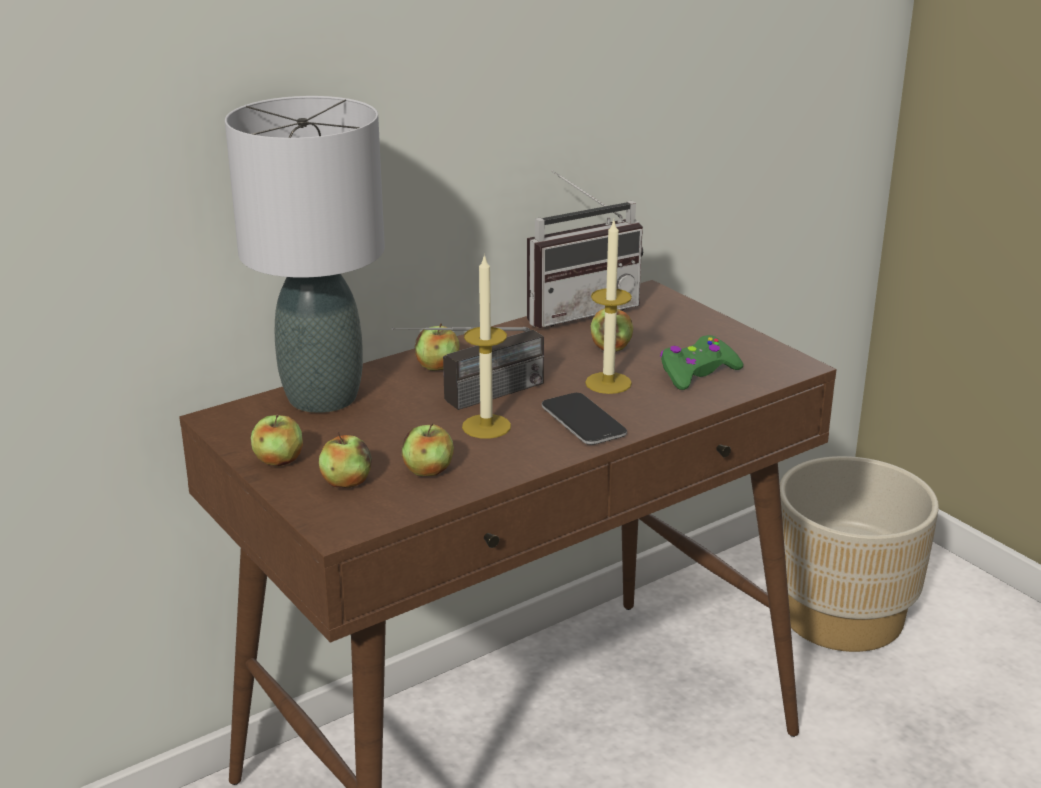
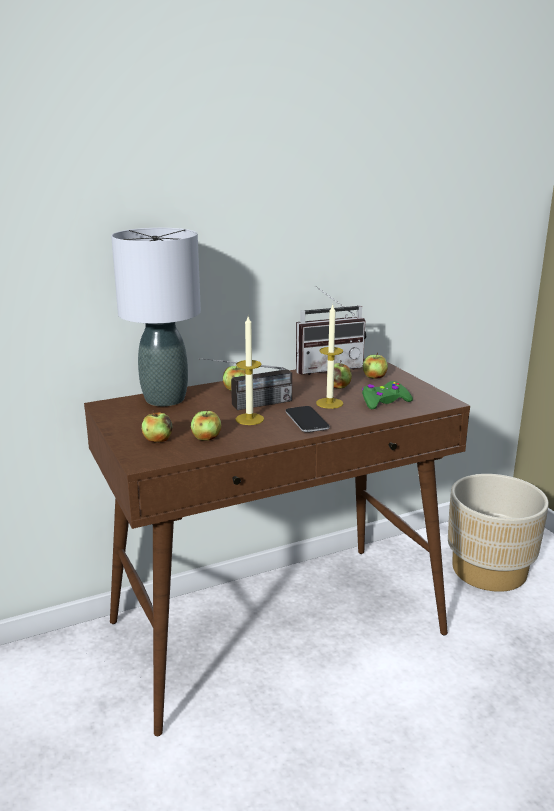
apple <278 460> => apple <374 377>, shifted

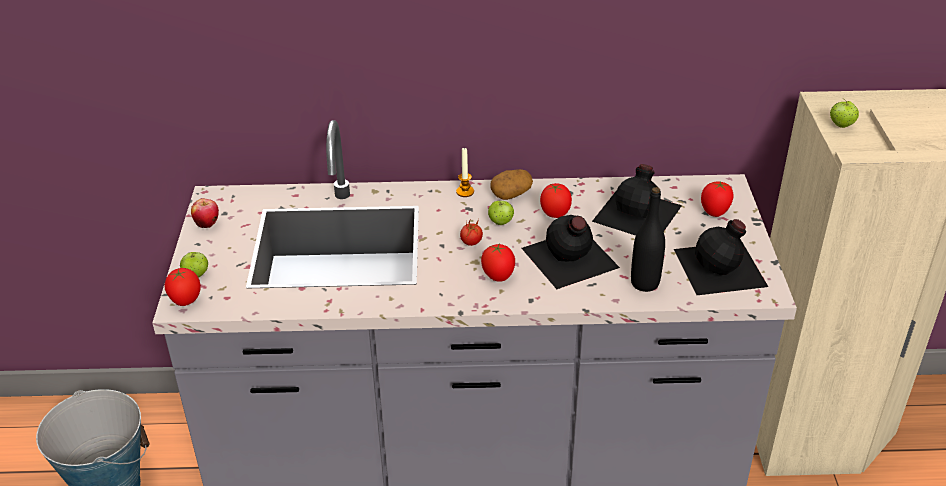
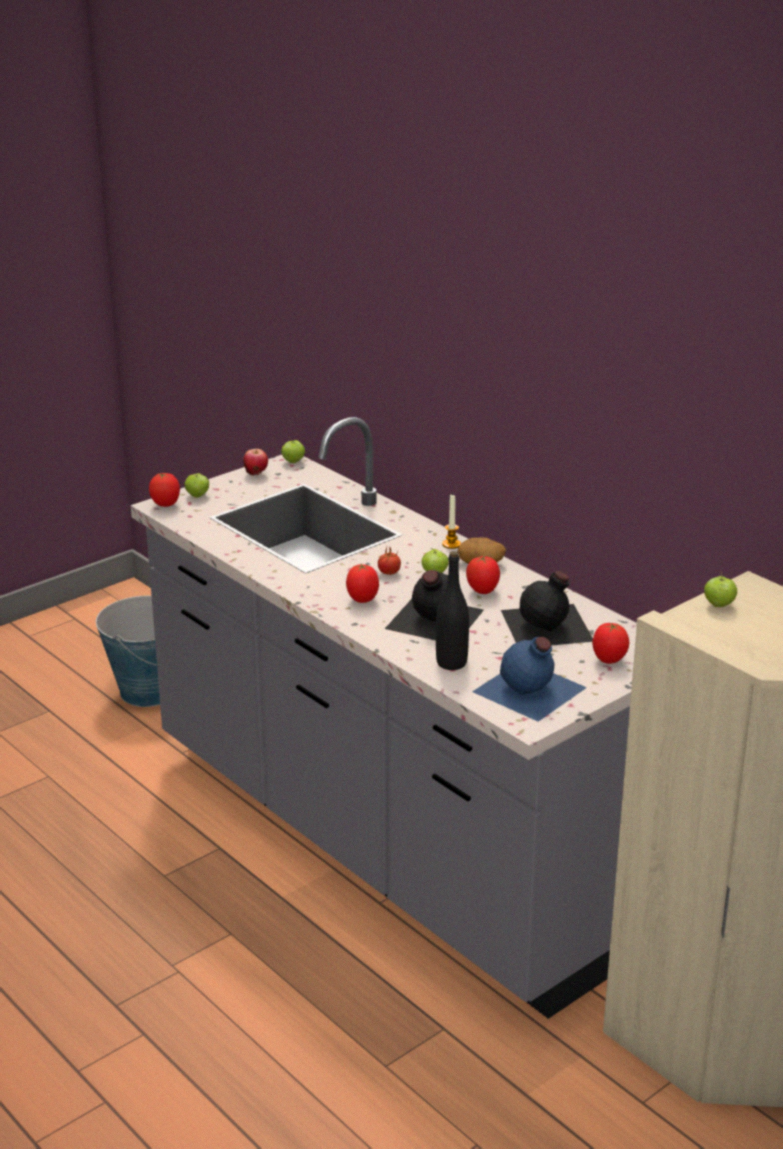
black bottle <721 268> => blue bottle <529 690>
nothing => apple <293 462>

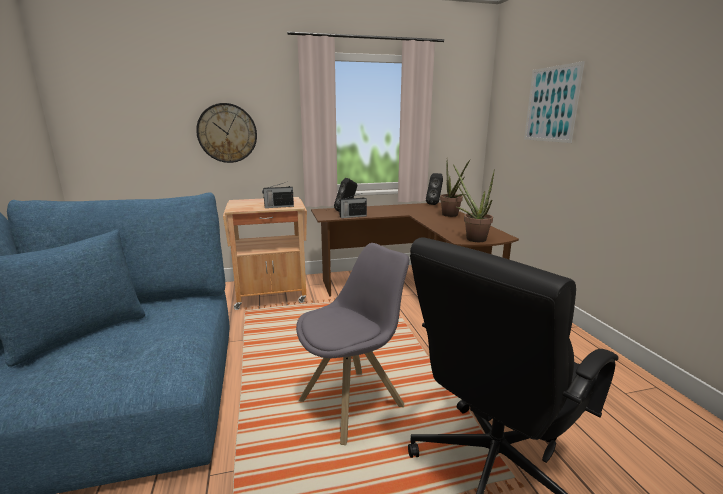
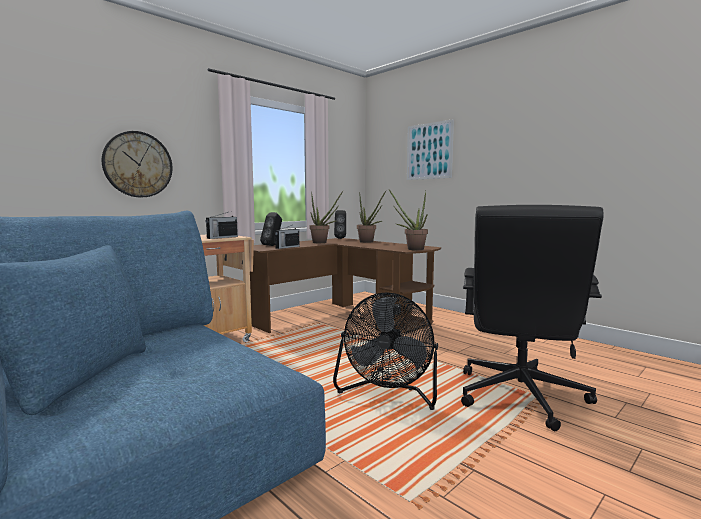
grey chair <352 403> => black fan <386 392>
nothing => potted plant <322 242>

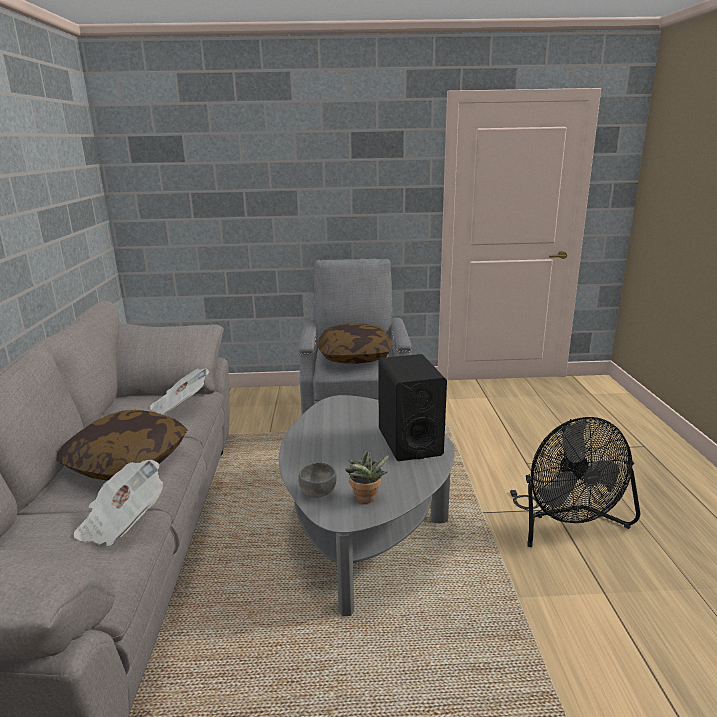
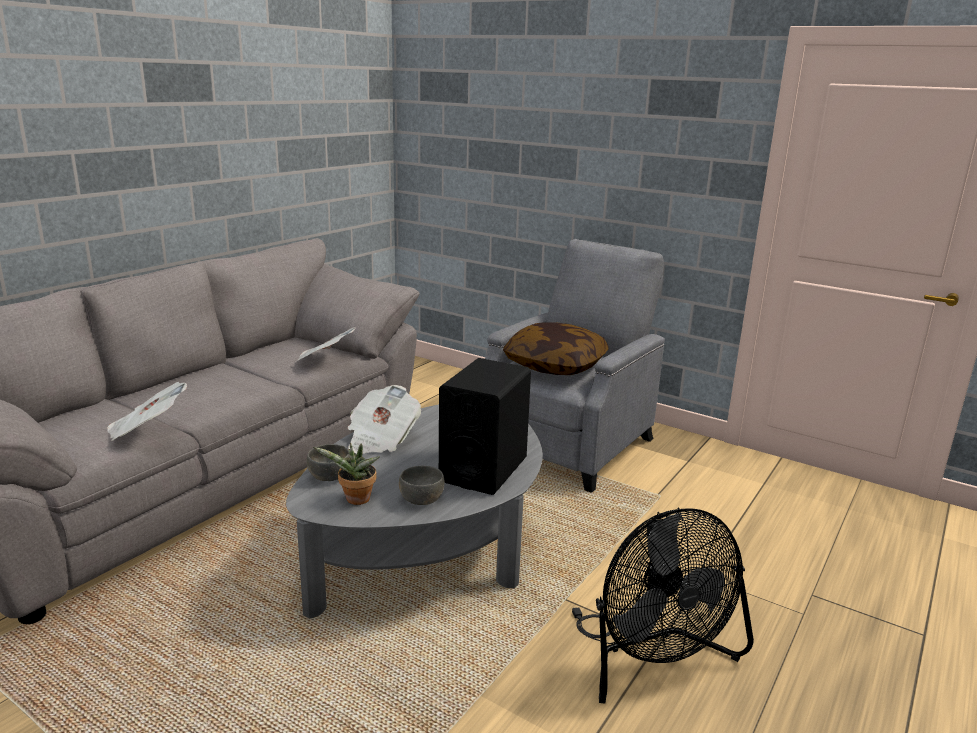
pillow <127 461> => nothing
black fan <563 523> => black fan <647 658>, 45 degrees counterclockwise
nothing => newspaper <381 439>
nothing => grey bowl <421 499>

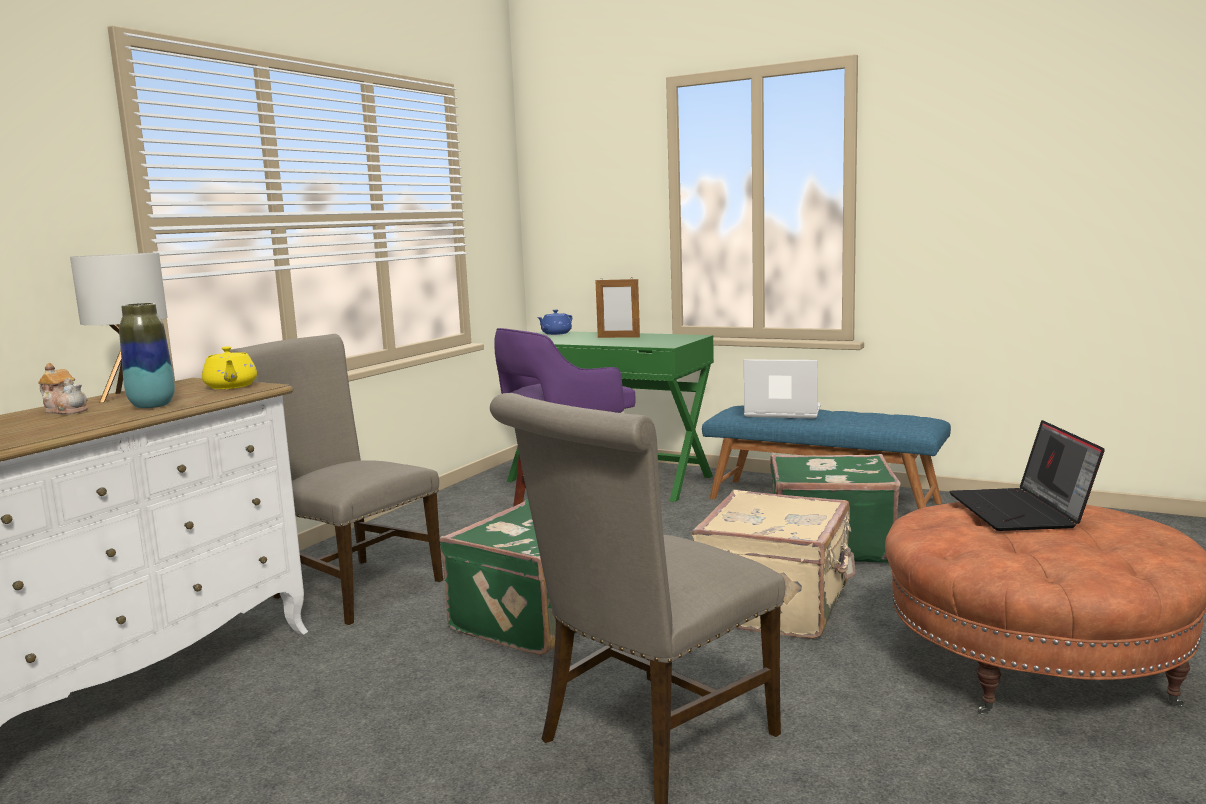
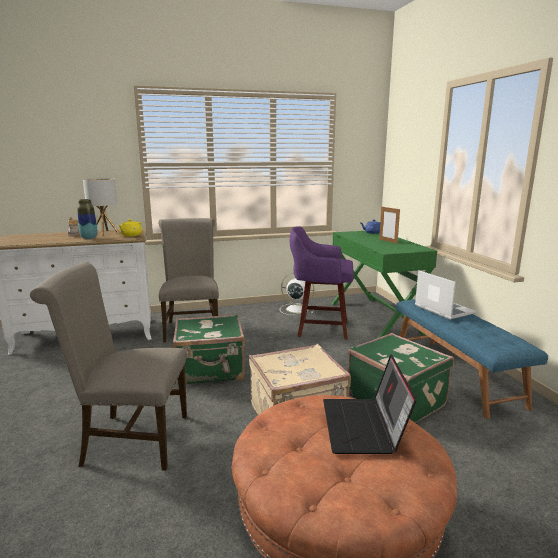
laptop <1022 511> => laptop <364 427>, 45 degrees counterclockwise
nothing => white fan <296 309>

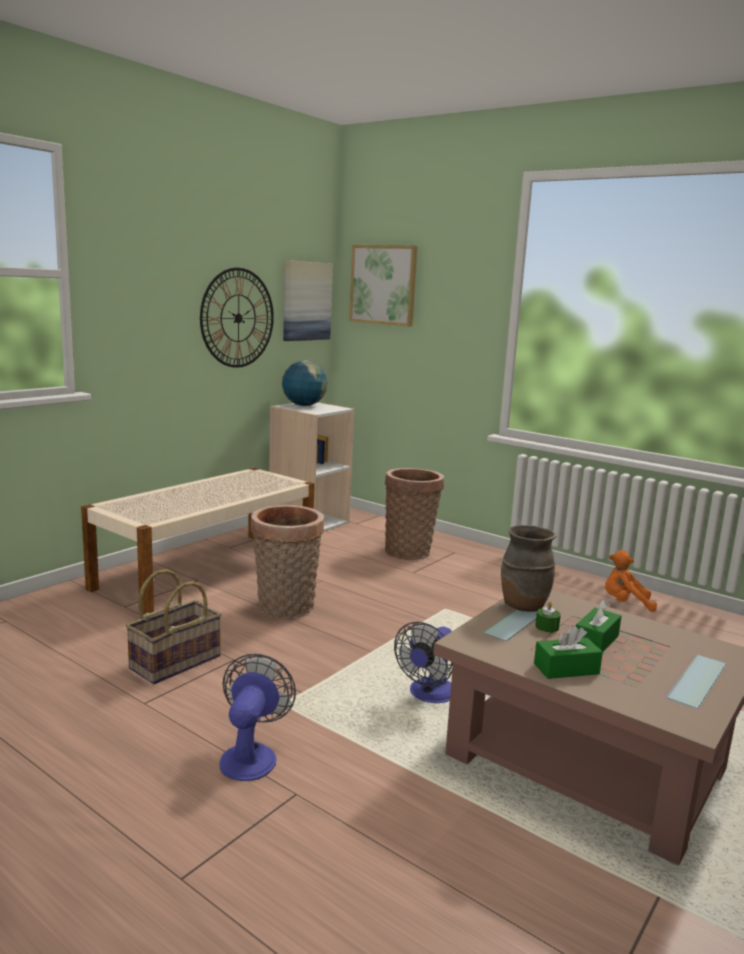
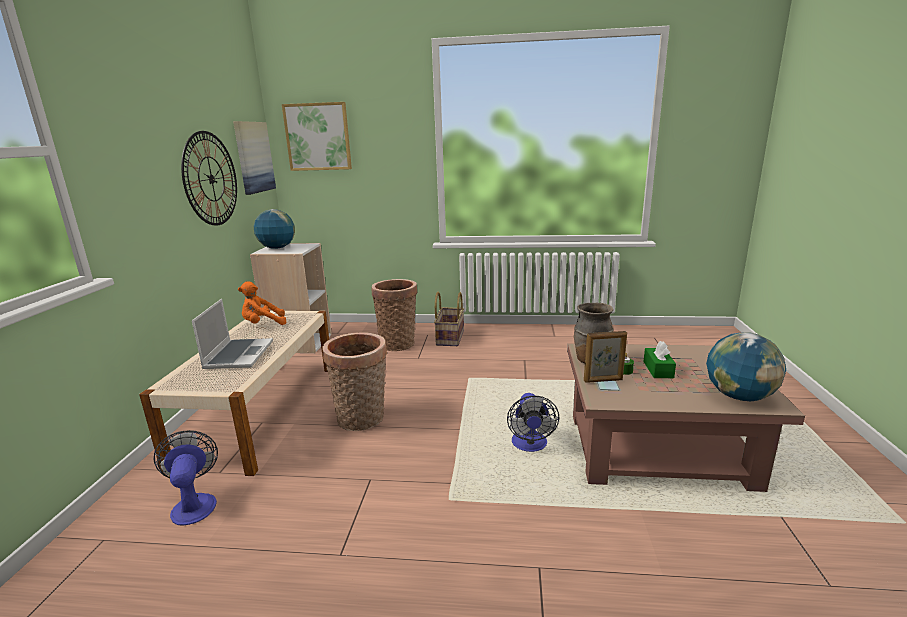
orange plush toy <625 604> => orange plush toy <263 324>, shifted
basket <175 661> => basket <449 337>, shifted
green tissue box <566 669> => nothing
fan <251 755> => fan <194 503>, shifted
nothing => laptop <238 355>
nothing => picture frame <603 380>
nothing => globe <739 396>

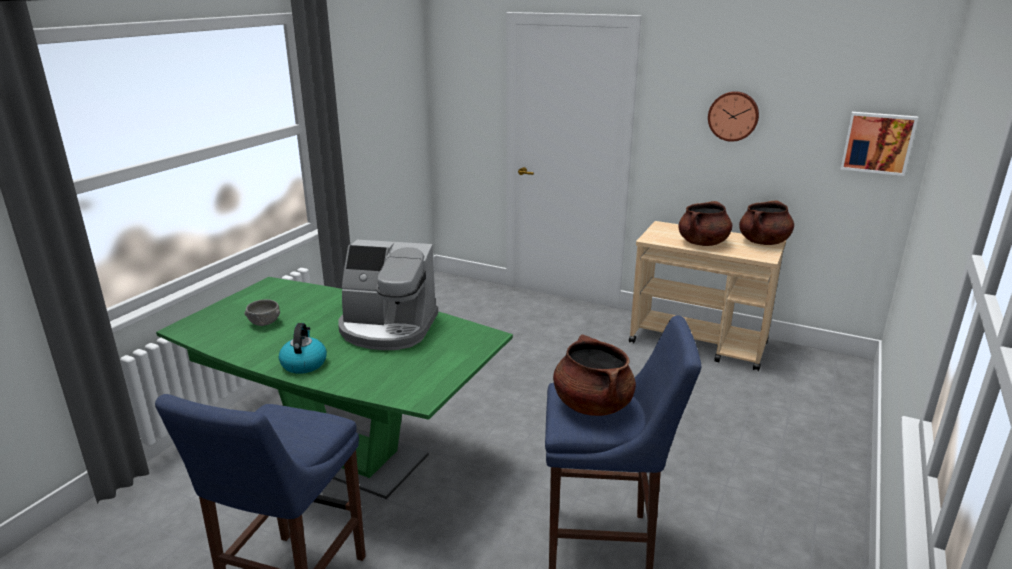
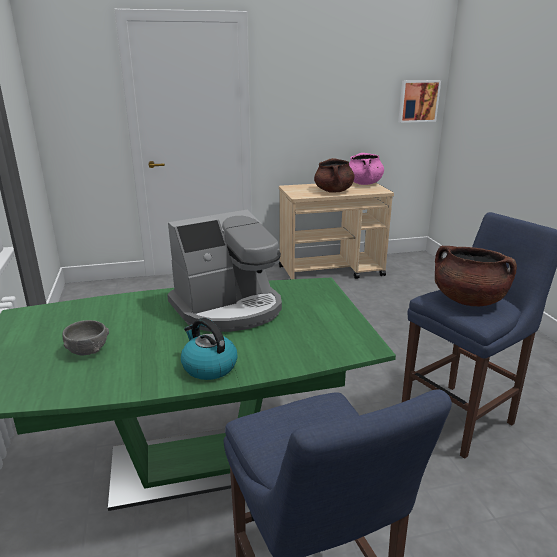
wall clock <733 116> => nothing
brown cooking pot <763 242> => pink cooking pot <364 183>

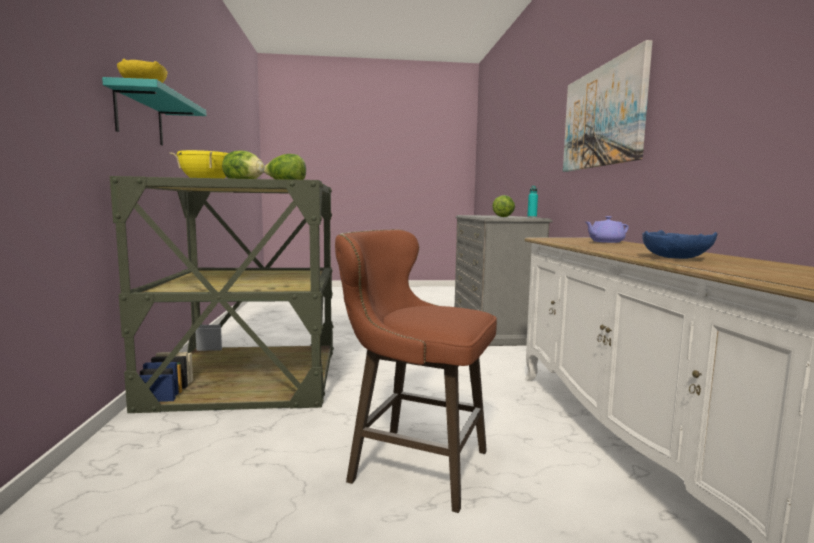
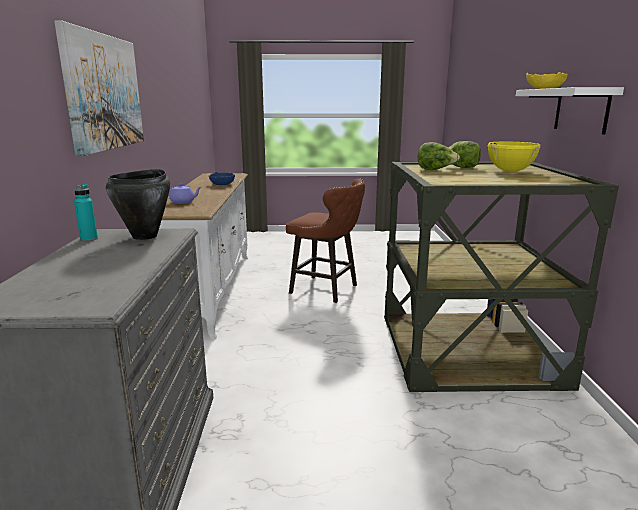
turquoise shelf <139 117> => white shelf <581 110>
lettuce <503 217> => black cooking pot <145 236>

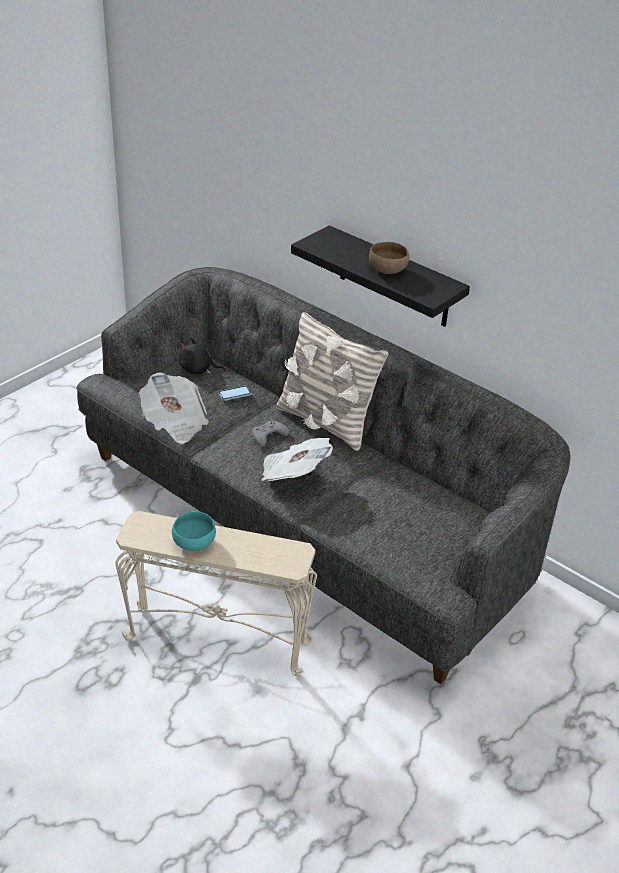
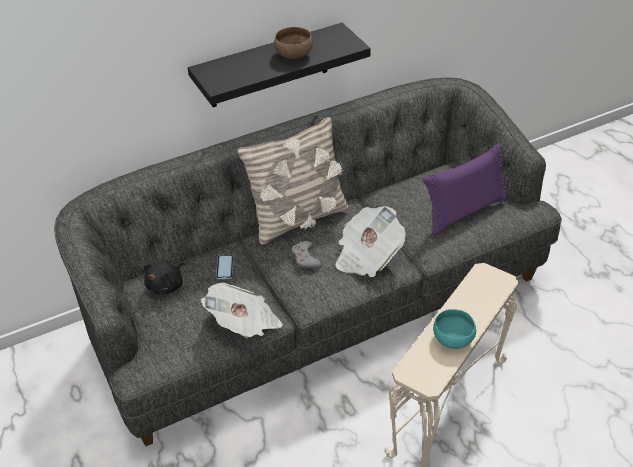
nothing => purple pillow <464 212>

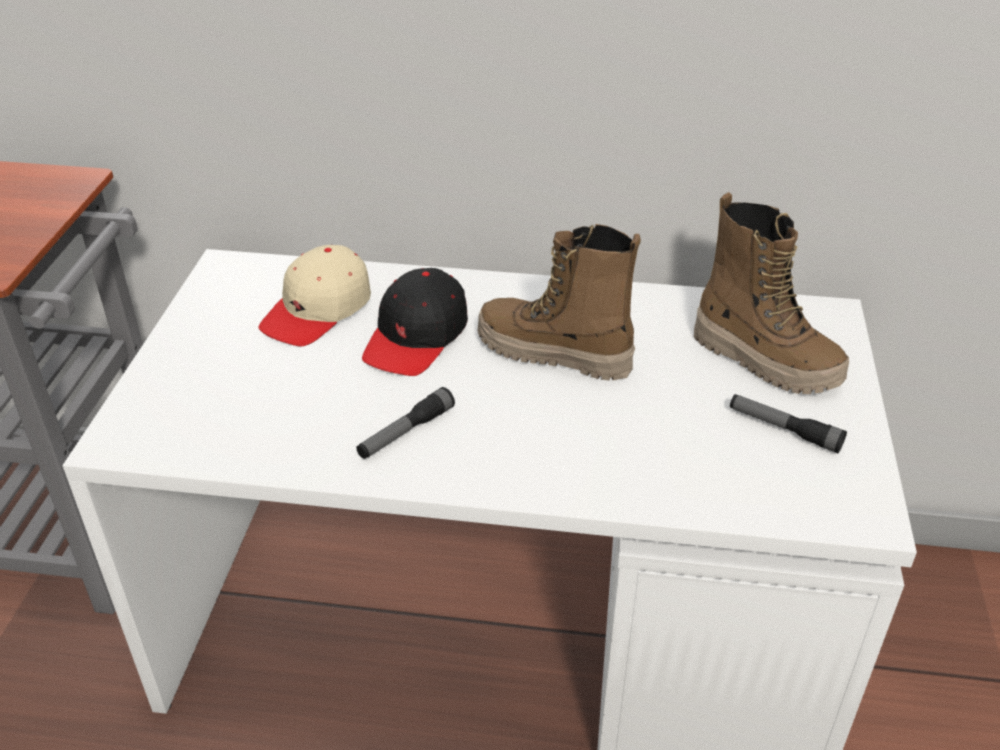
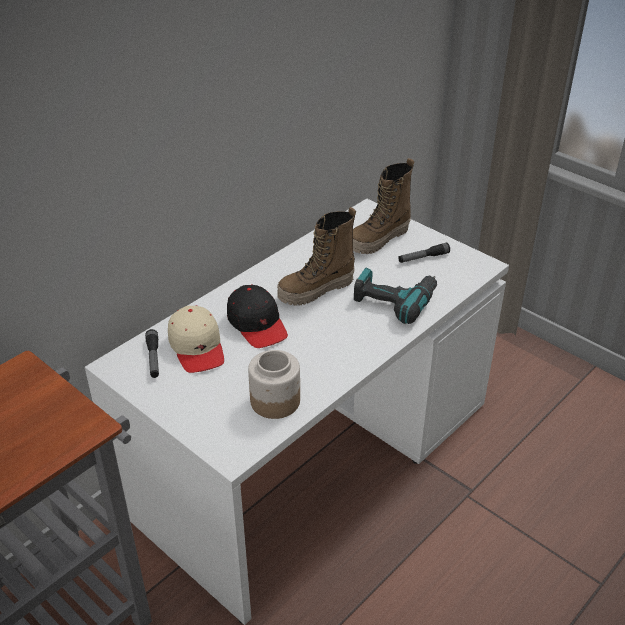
boot <765 360> => boot <379 240>, 150 degrees clockwise
flashlight <406 432> => flashlight <153 358>, shifted
nothing => power drill <394 300>
nothing => jar <274 401>

